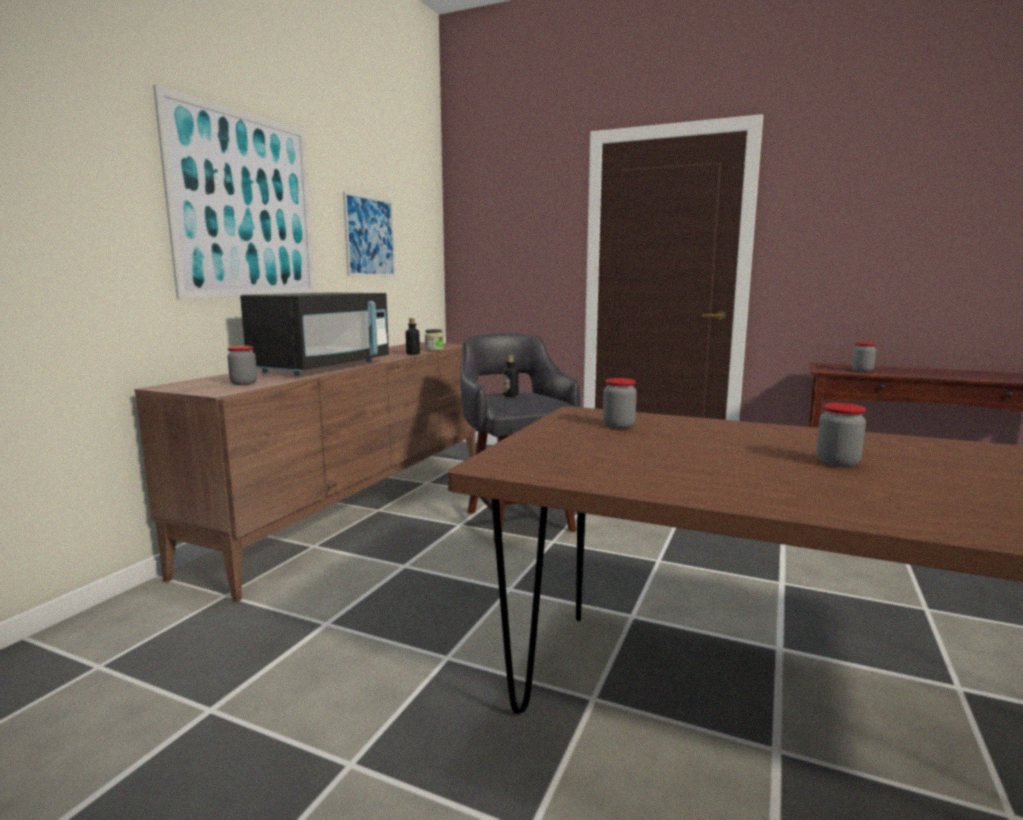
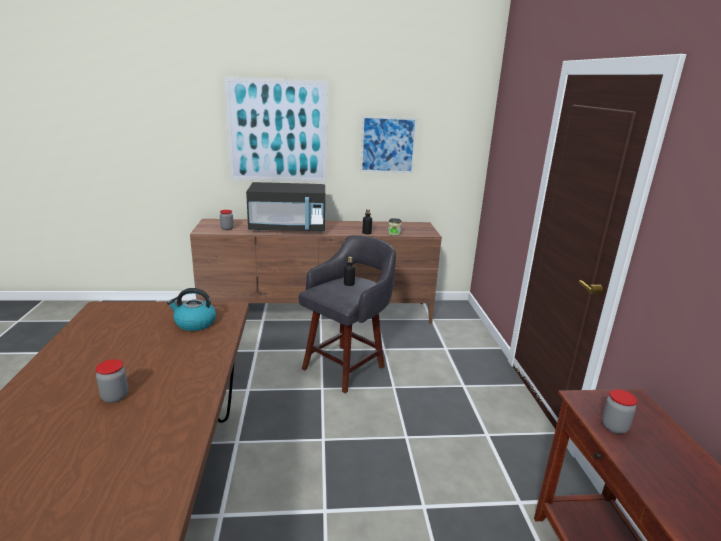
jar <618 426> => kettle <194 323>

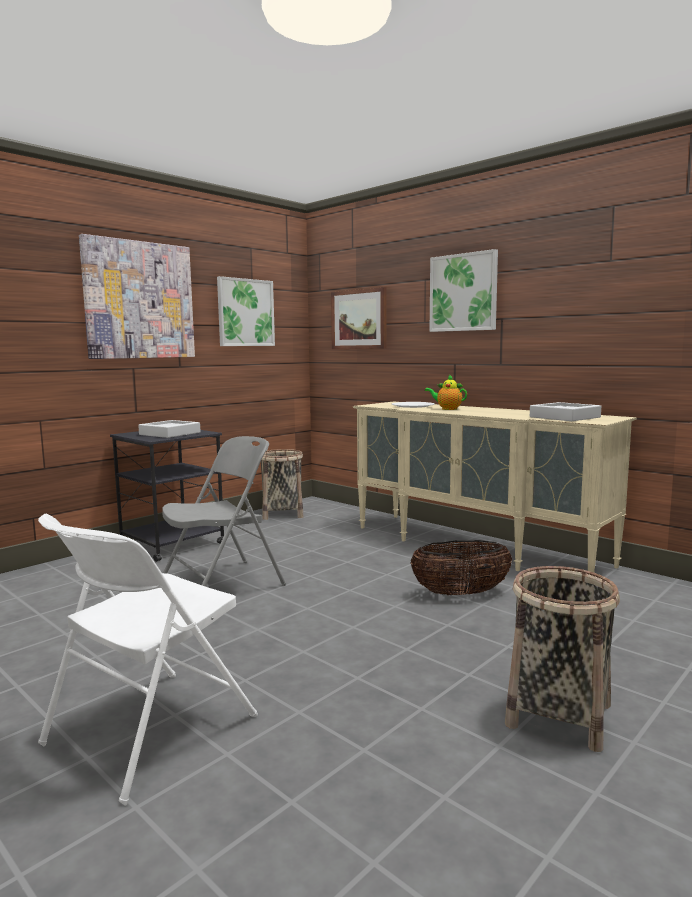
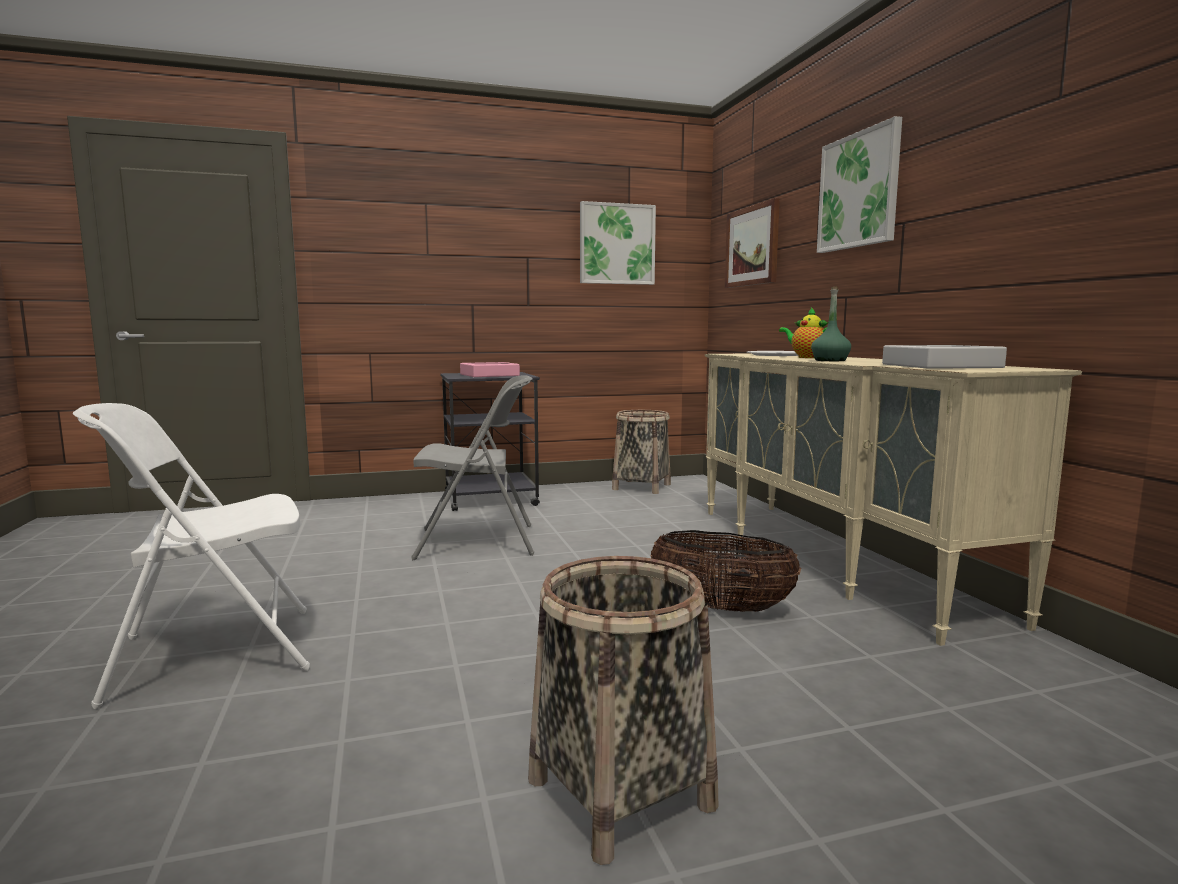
picture <139 300> => nothing
grey tray <170 433> => pink tray <489 375>
nothing => green bottle <830 360>

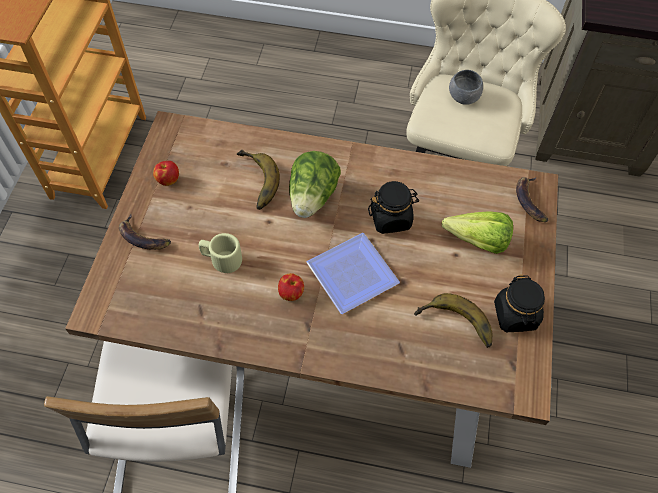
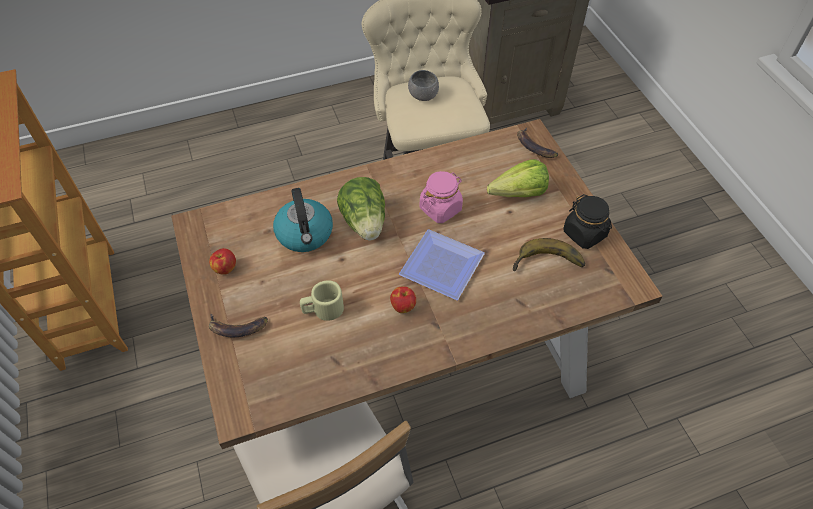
banana <253 182> => kettle <305 234>
black jar <391 218> => pink jar <440 208>

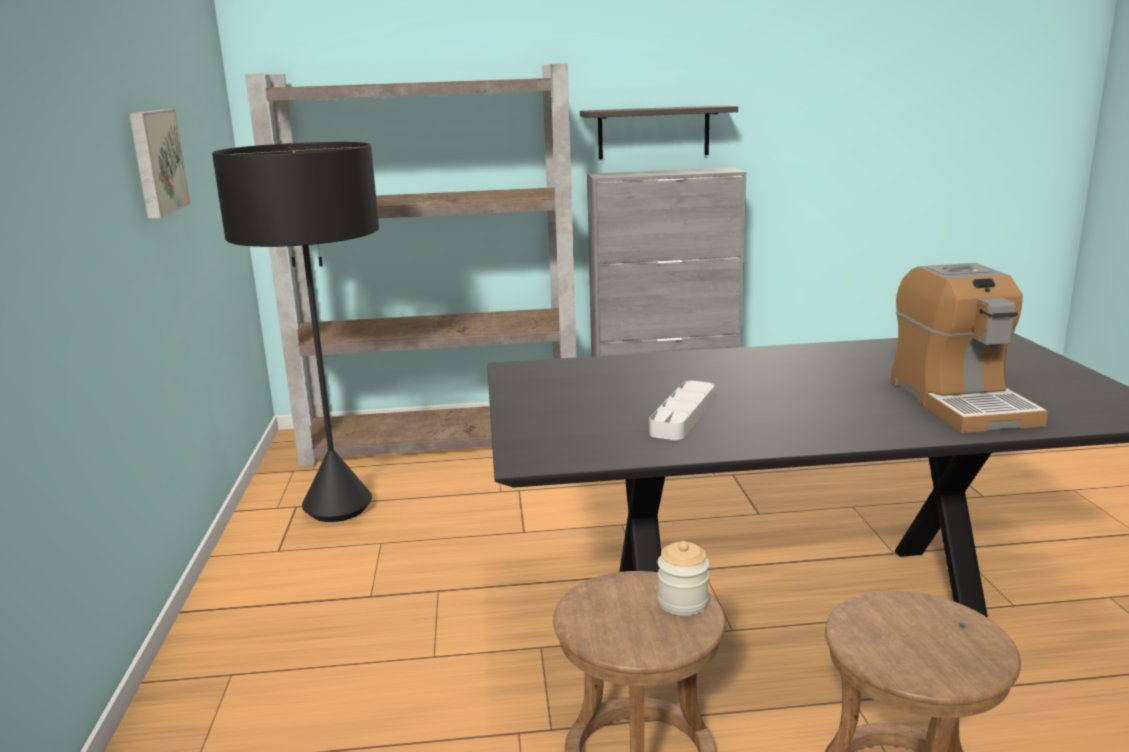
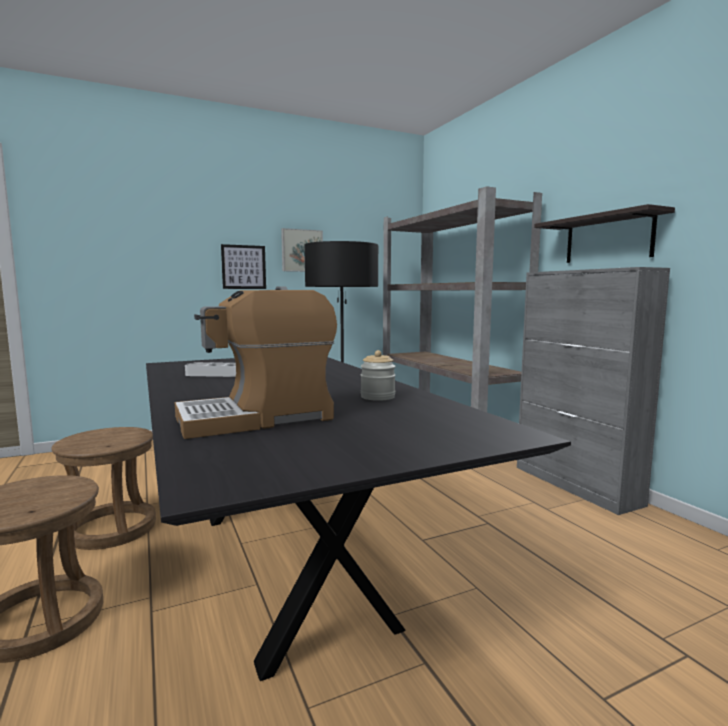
jar <682 602> => jar <377 397>, shifted
nothing => picture <243 267>

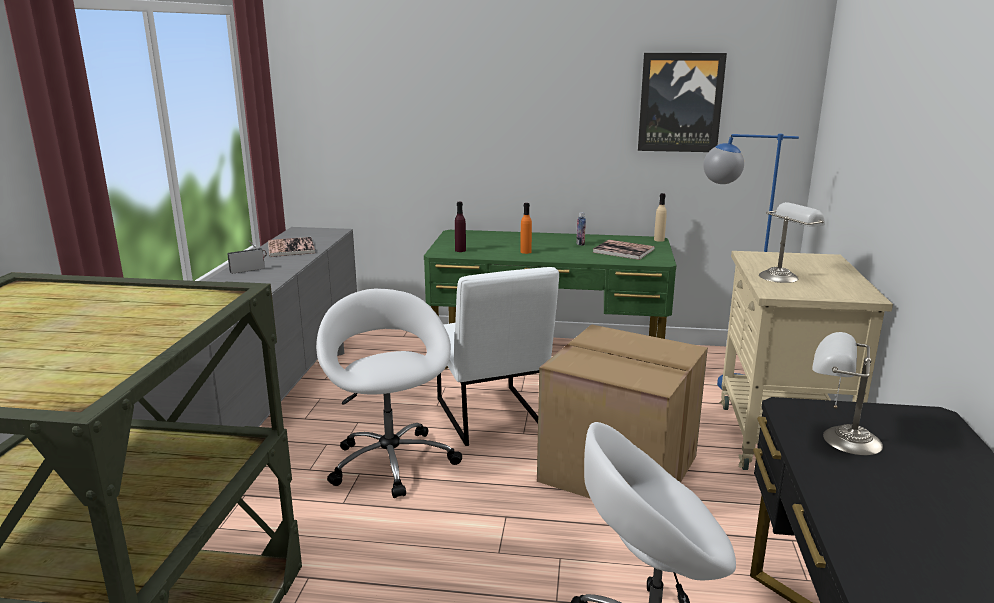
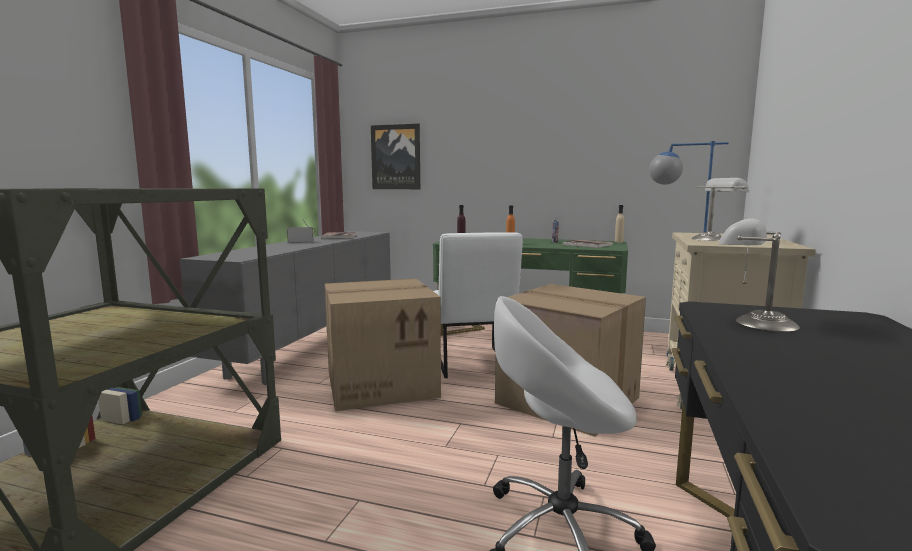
picture <680 102> => picture <396 157>, shifted
white office chair <391 462> => cardboard box <382 383>

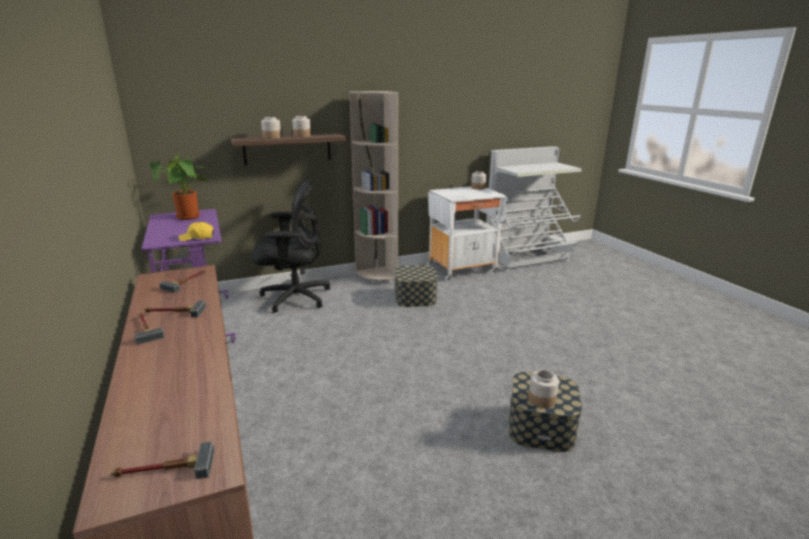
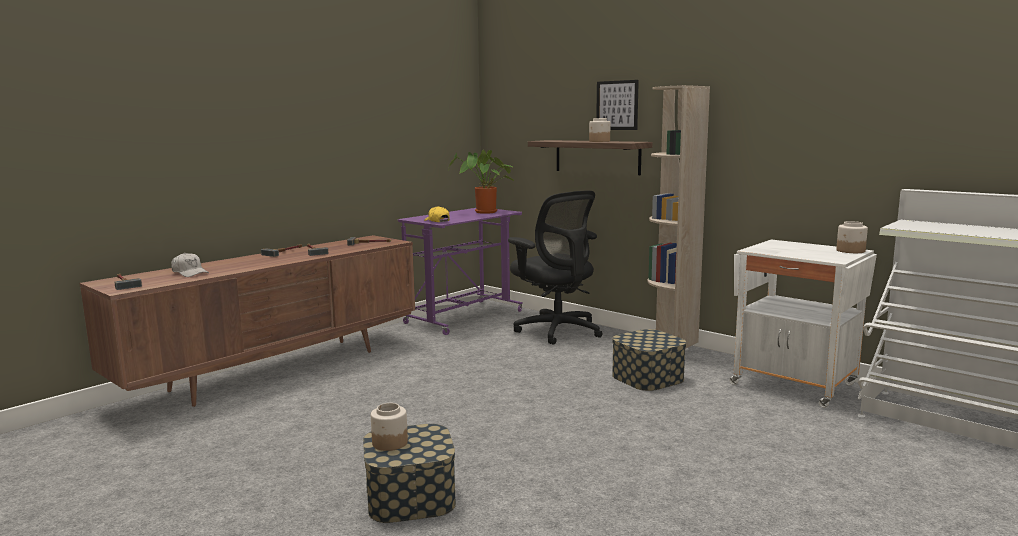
jar <272 137> => nothing
nothing => picture <617 105>
nothing => white cap <190 273>

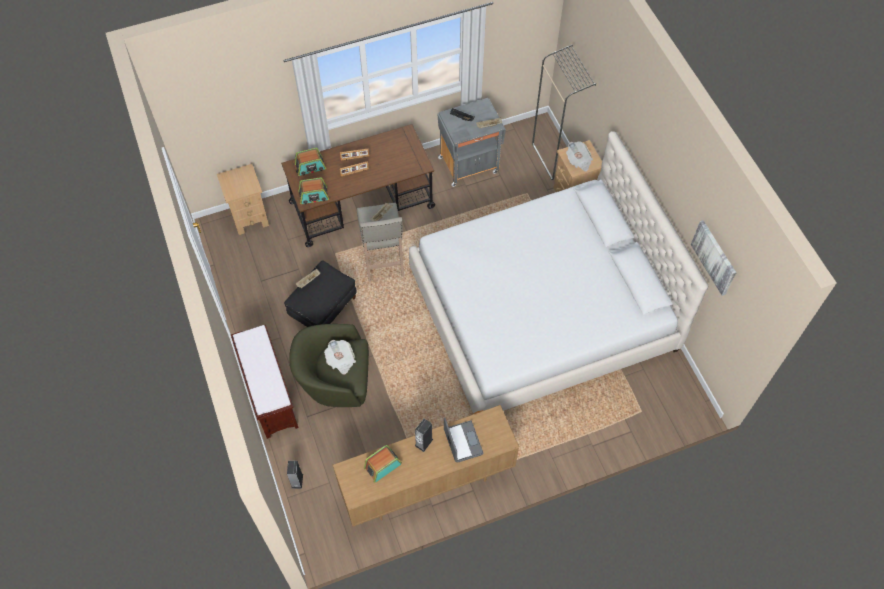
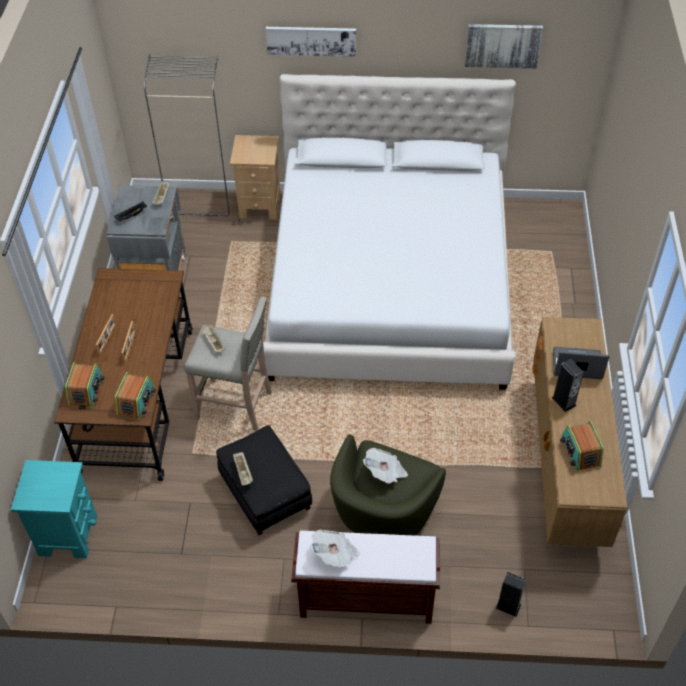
newspaper <578 161> => newspaper <335 554>, shifted
beige nightstand <250 218> => turquoise nightstand <69 534>
nothing => picture <311 40>

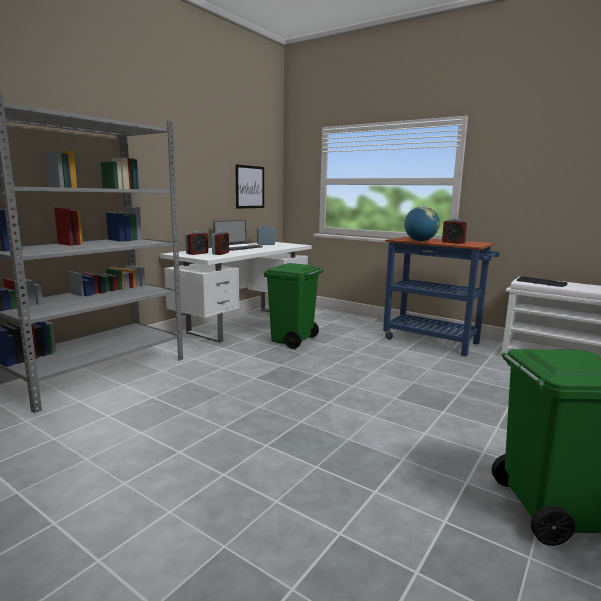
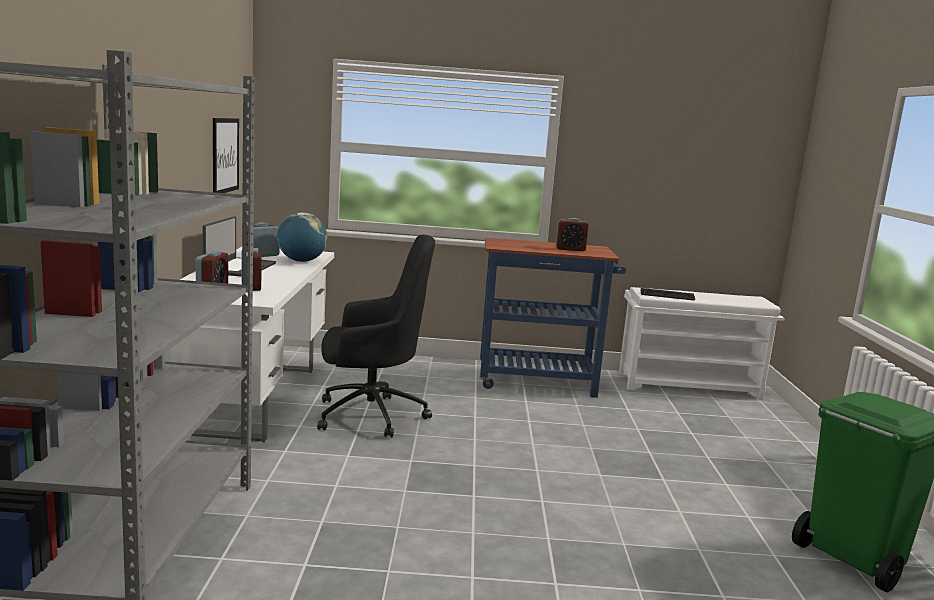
globe <420 241> => globe <301 261>, shifted
green trash can <292 341> => black office chair <371 416>

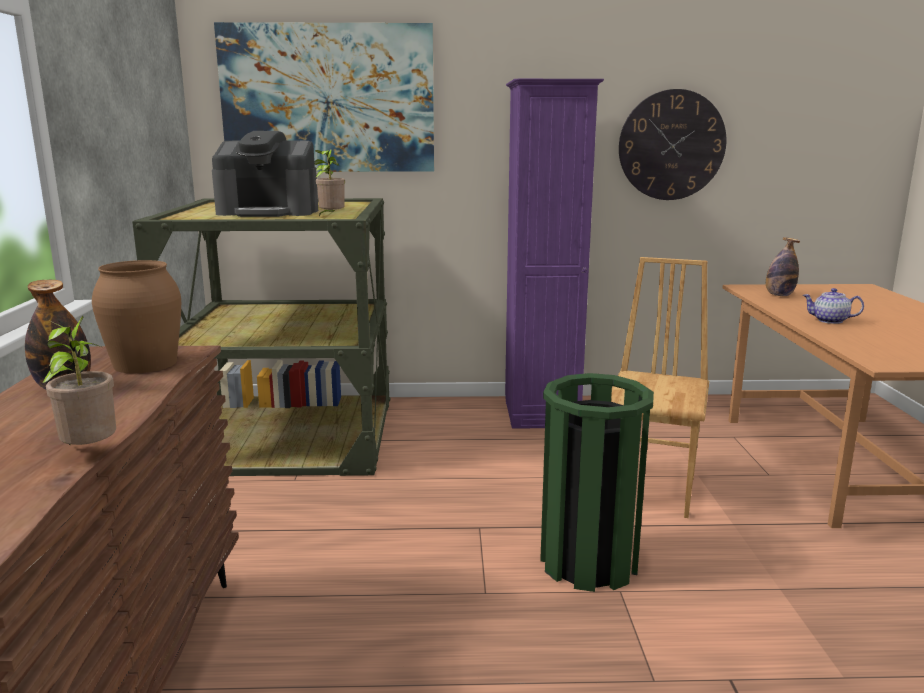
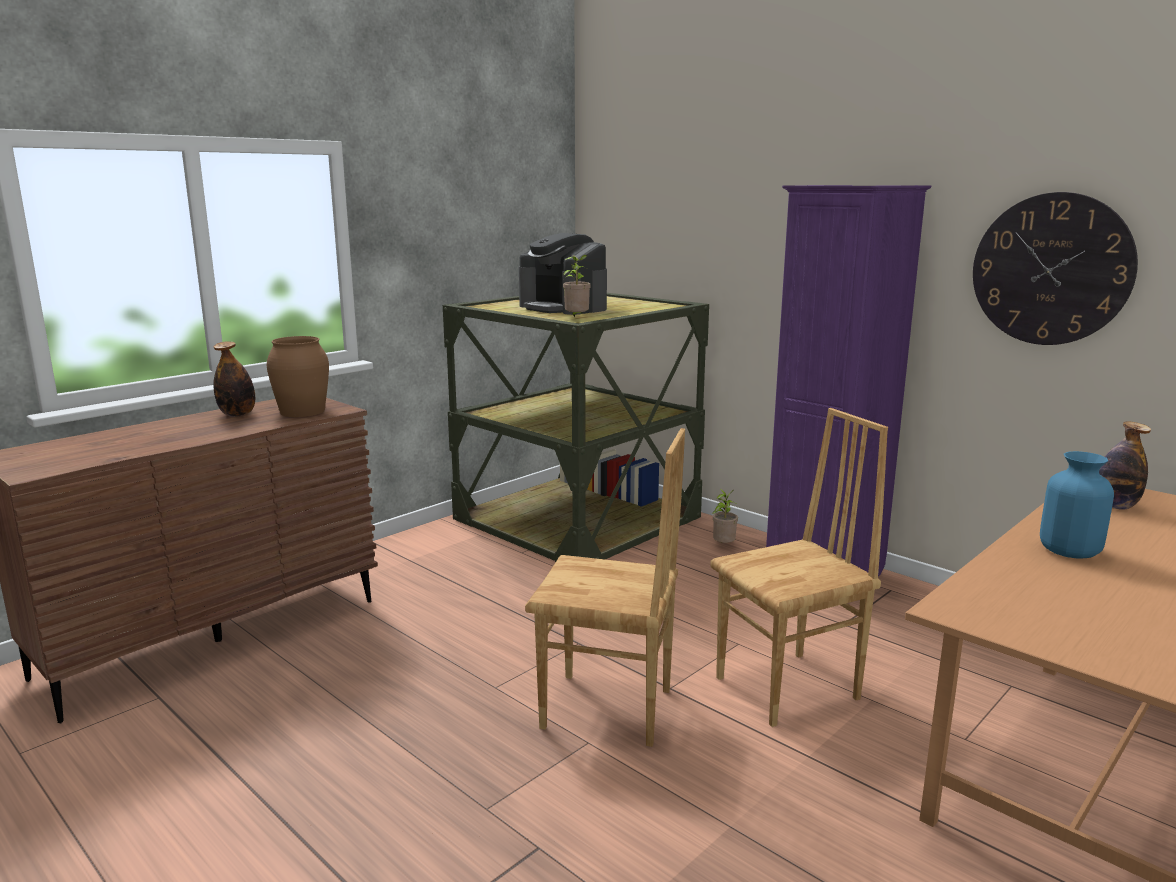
picture <328 99> => nothing
teapot <829 321> => blue vase <1069 551>
potted plant <89 453> => potted plant <723 546>, shifted
green trash can <589 562> => brown chair <607 710>

